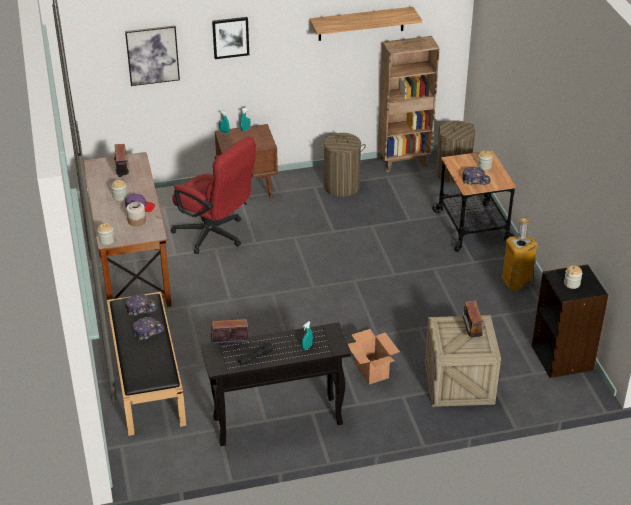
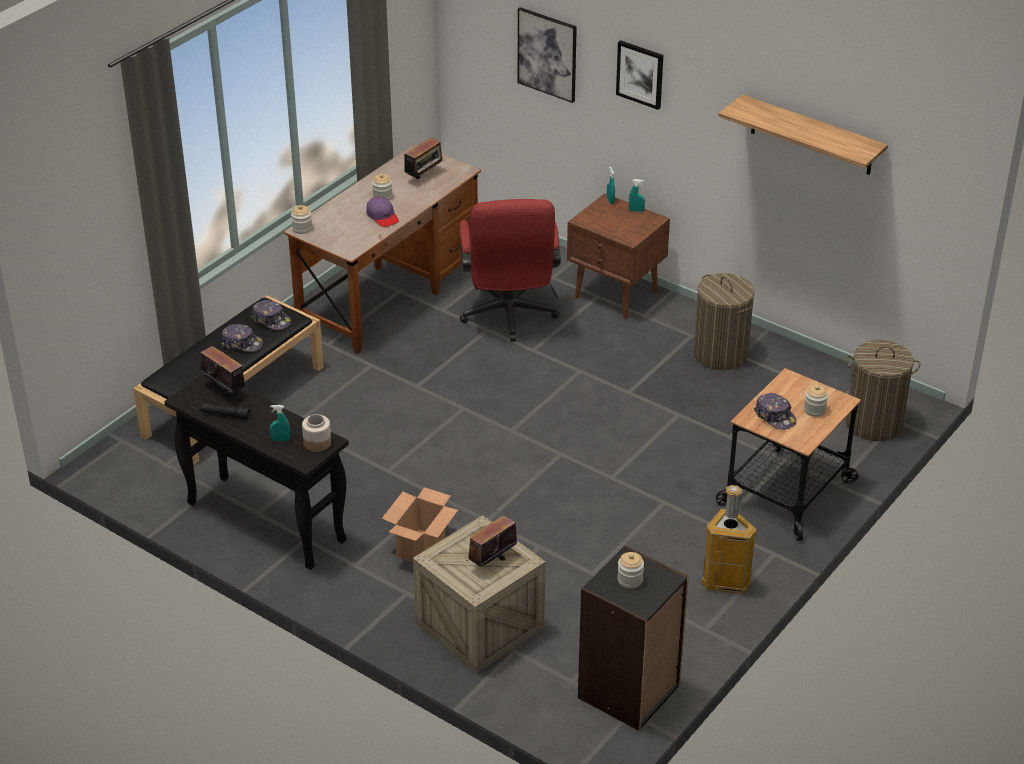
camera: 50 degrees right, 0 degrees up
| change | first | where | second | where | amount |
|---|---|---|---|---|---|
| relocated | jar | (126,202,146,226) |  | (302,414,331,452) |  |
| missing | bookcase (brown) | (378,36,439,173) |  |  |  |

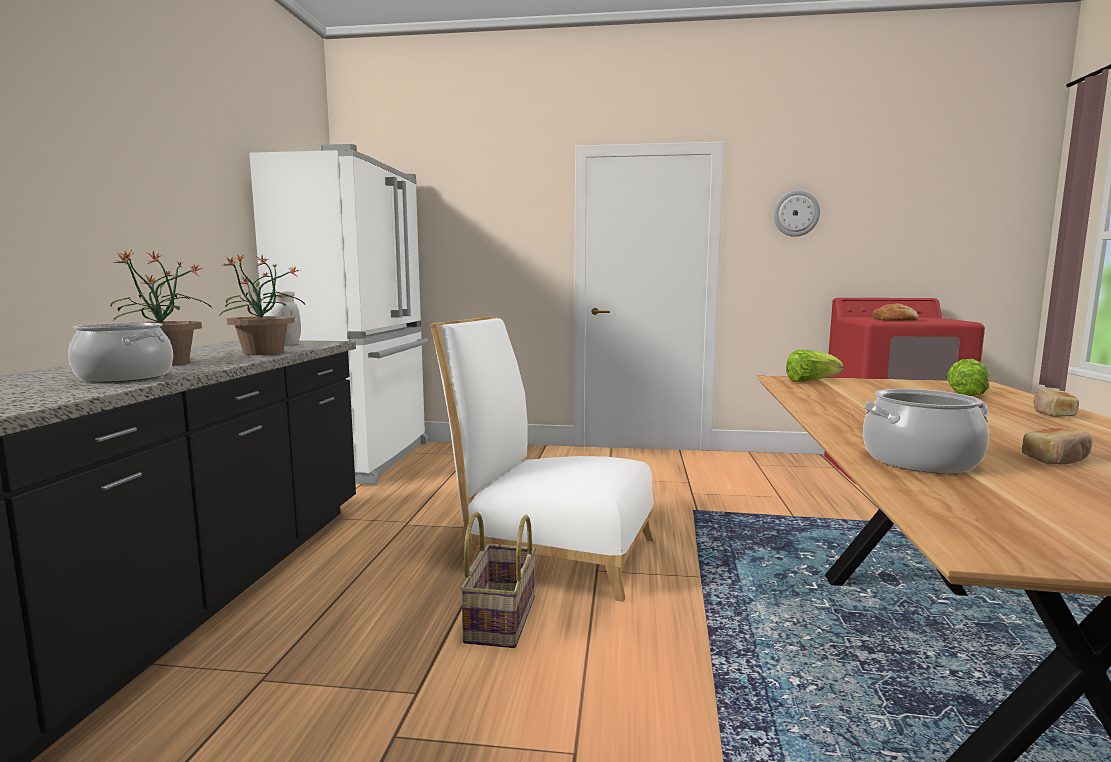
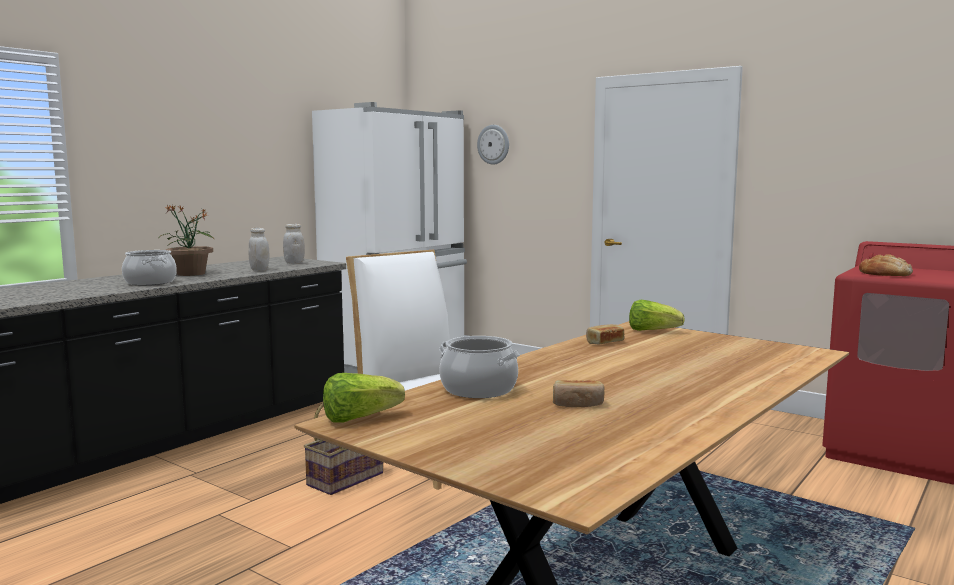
camera: 30 degrees right, 0 degrees up
| change | first | where | second | where | amount |
|---|---|---|---|---|---|
| exchanged | potted plant | (219,254,305,355) | jar (white) | (249,228,269,271) |  |
| relocated | lettuce | (946,359,989,396) |  | (323,373,405,422) |  |
| relocated | wall clock | (773,190,820,237) |  | (477,125,509,165) |  |
| relocated | bread | (1033,389,1079,417) |  | (586,324,624,344) |  |

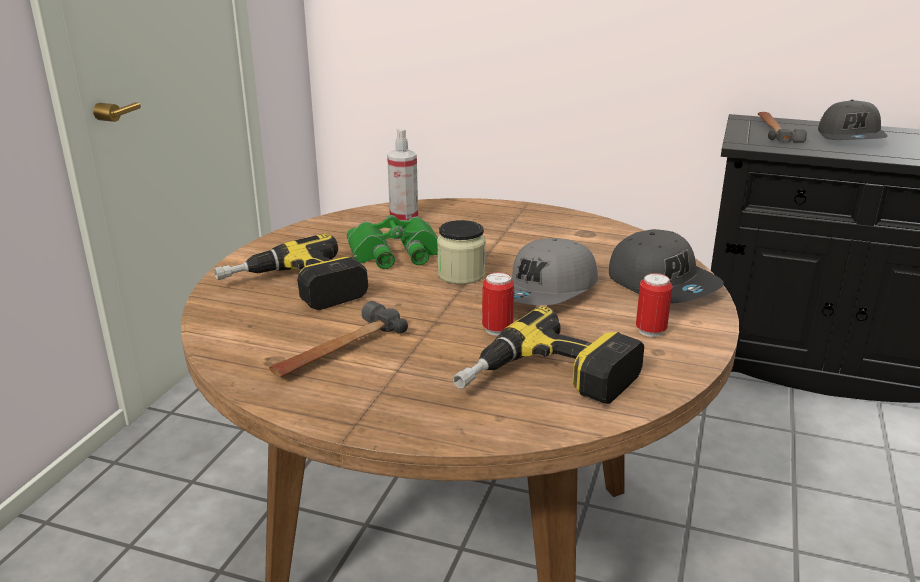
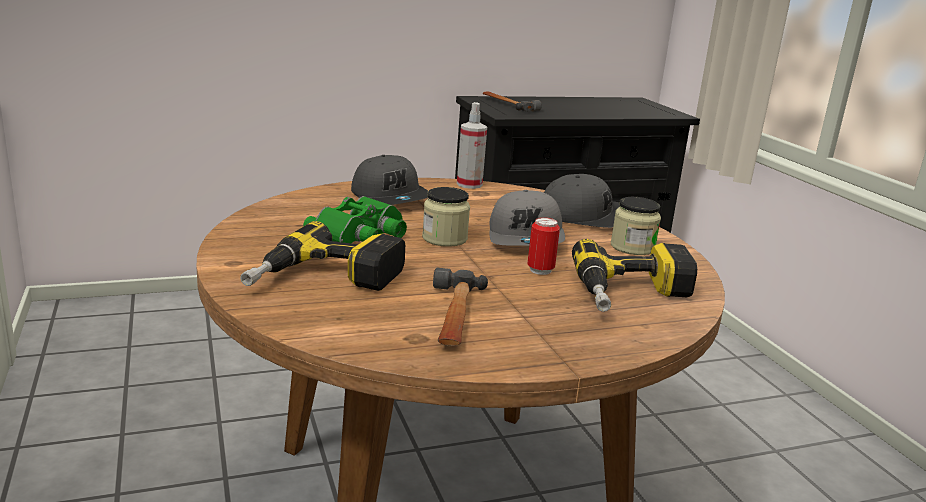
camera: 40 degrees left, 5 degrees down
| change | first | where | second | where | amount |
|---|---|---|---|---|---|
| relocated | cap (grey) | (818,100,888,140) |  | (351,155,428,205) |  |
| relocated | spray bottle | (387,128,418,221) |  | (457,102,487,189) |  |
| exchanged | can | (636,273,673,337) | jar | (611,197,661,255) |  |

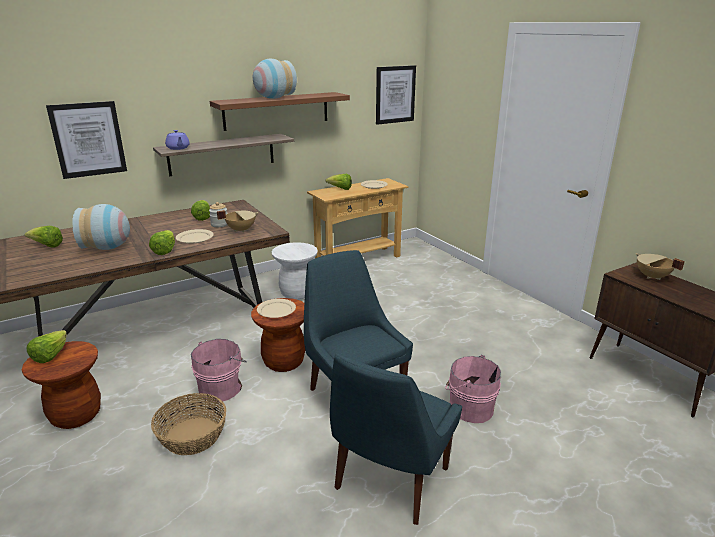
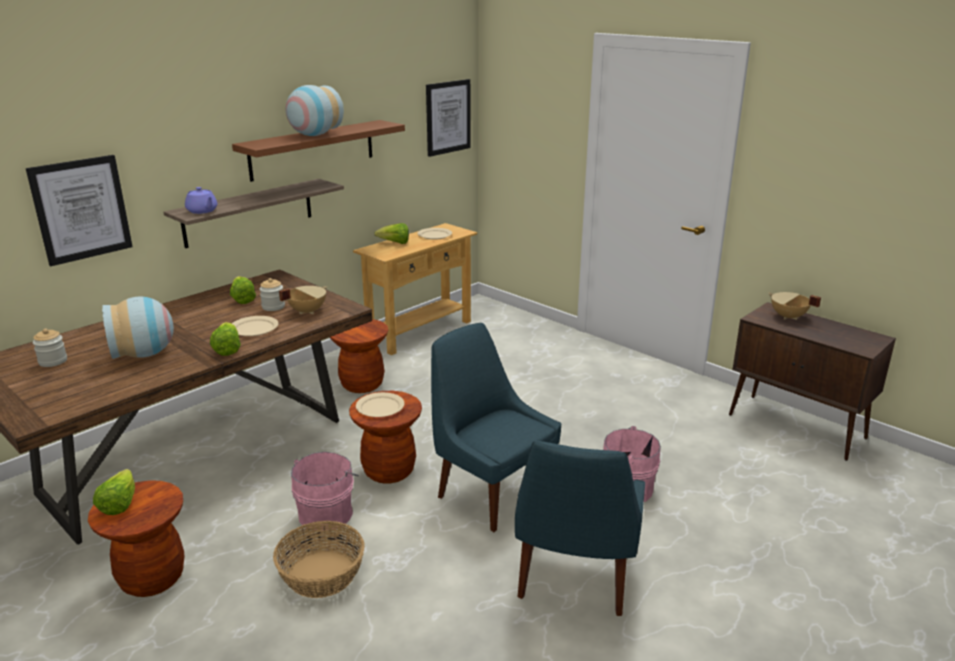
camera: 15 degrees left, 0 degrees up
| change | first | where | second | where | amount |
|---|---|---|---|---|---|
| exchanged | lettuce | (25,226,63,247) | jar | (33,329,67,367) |  |
| colour | stool (white) | (271,242,318,300) | stool (brown) | (330,319,388,393) |  |

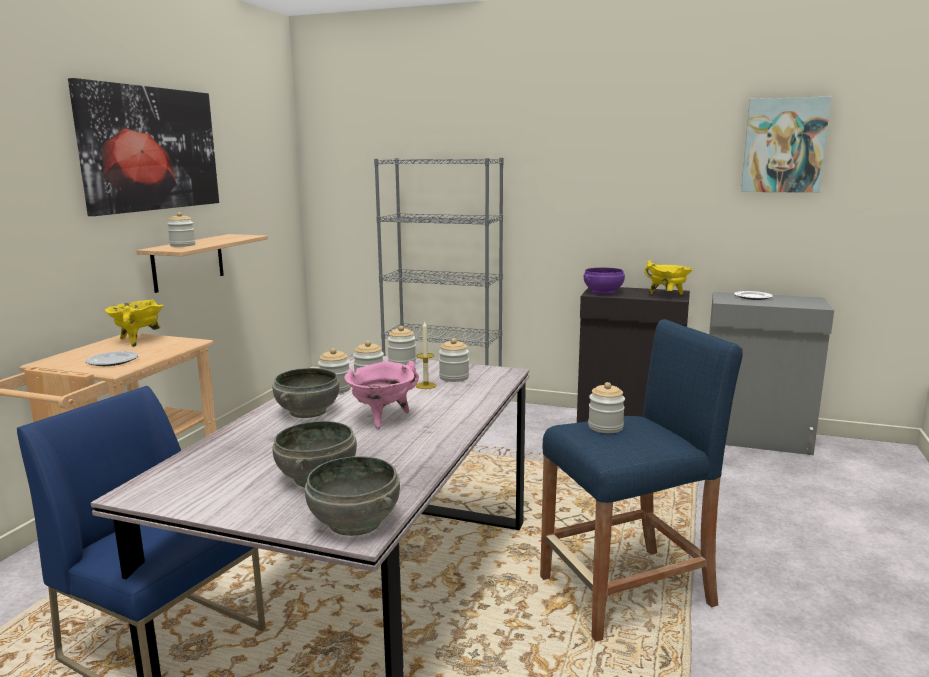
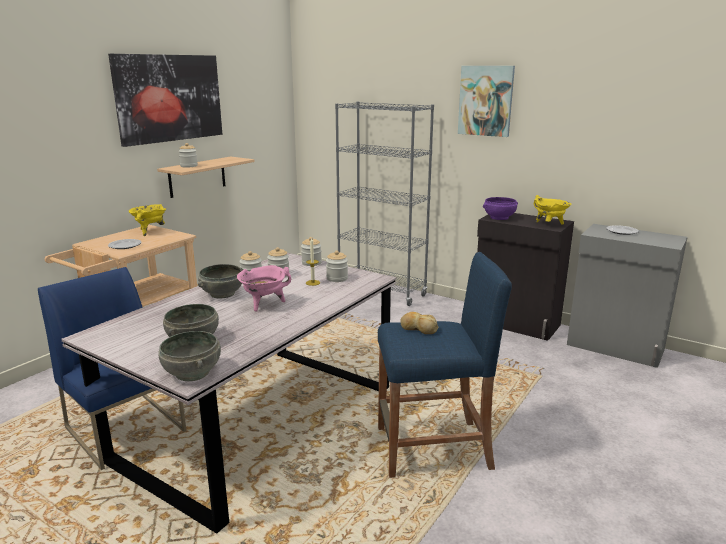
camera: 15 degrees right, 5 degrees up
| change | first | where | second | where | amount |
|---|---|---|---|---|---|
| exchanged | jar | (588,382,625,433) | bread | (400,312,438,334) |  |
| relocated | picture | (741,97,831,193) |  | (458,66,515,137) |  |

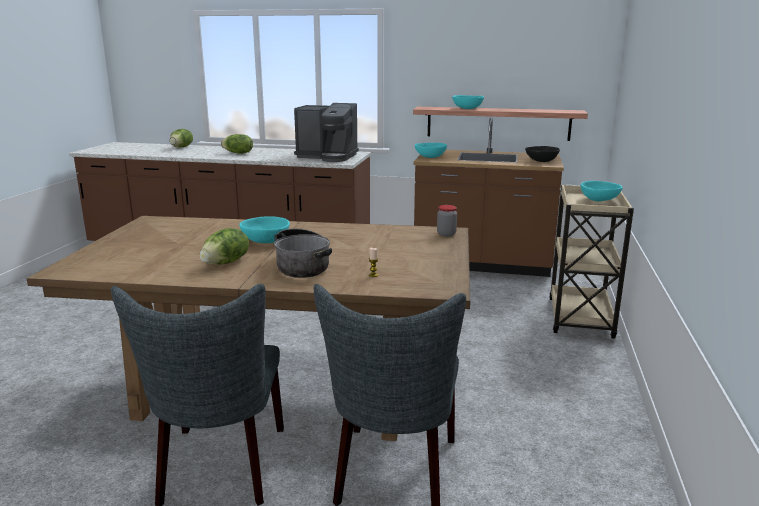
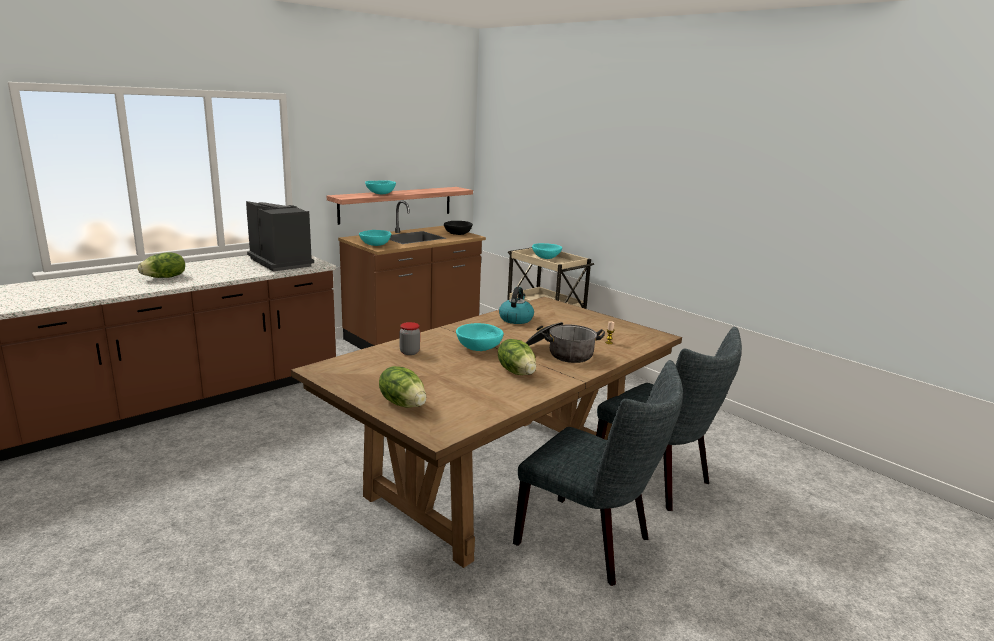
camera: 55 degrees left, 0 degrees up
| change | first | where | second | where | amount |
|---|---|---|---|---|---|
| spun | coffee machine | (294,103,359,162) |  | (246,201,314,271) | 90 degrees counterclockwise |
| relocated | lettuce | (170,129,193,148) |  | (379,366,426,408) |  |
| relocated | jar | (437,205,457,236) |  | (400,322,420,355) |  |
| appeared |  |  | kettle | (499,287,534,324) |  |

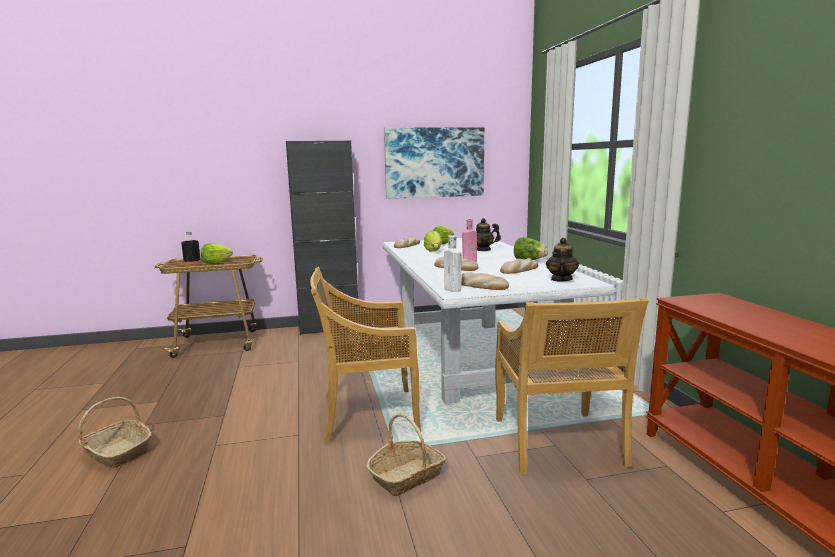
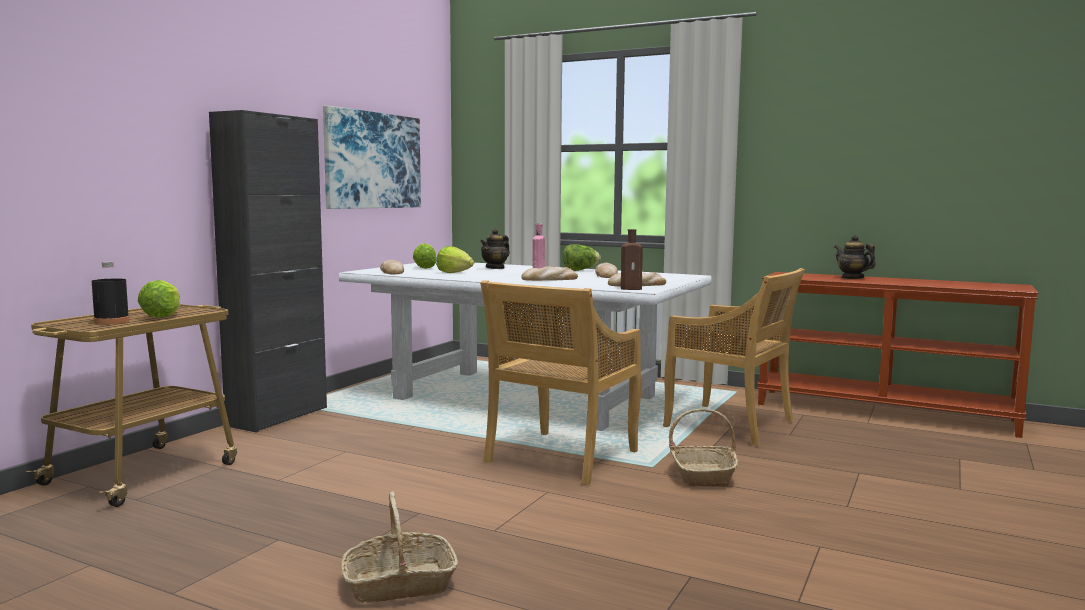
camera: 50 degrees left, 5 degrees down
| change | first | where | second | where | amount |
|---|---|---|---|---|---|
| colour | bottle (white) | (444,235,461,292) | bottle (brown) | (621,229,643,290) |  |
| relocated | teapot | (546,238,579,281) |  | (834,235,876,279) |  |

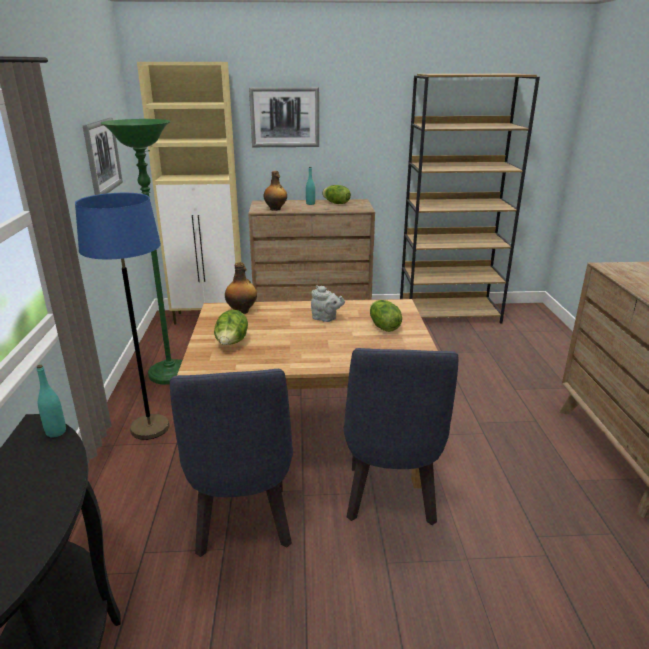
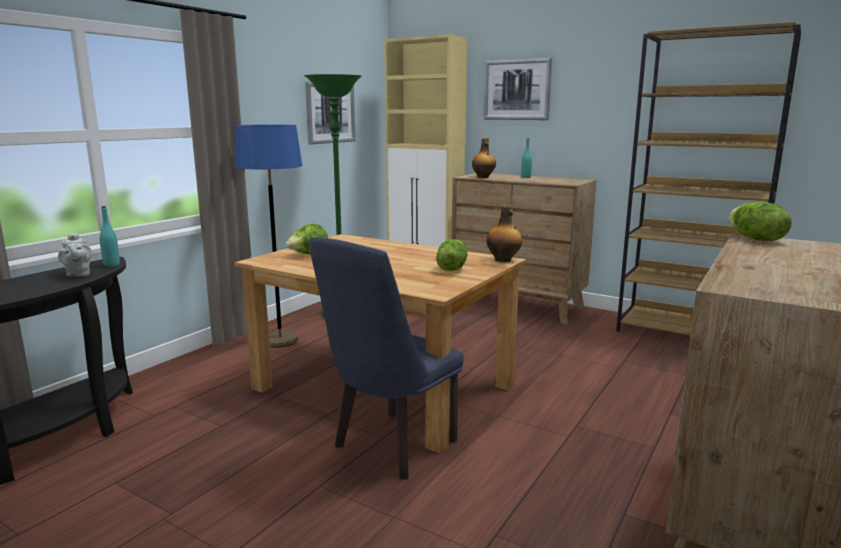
camera: 35 degrees right, 10 degrees down
| change | first | where | second | where | amount |
|---|---|---|---|---|---|
| relocated | teapot (grey) | (311,285,345,322) |  | (58,232,92,277) |  |
| relocated | bottle | (225,262,257,314) |  | (486,205,522,262) |  |
| relocated | lettuce | (322,185,351,204) |  | (729,202,792,241) |  |
| missing | chair (blue) | (170,369,293,557) |  |  |  |

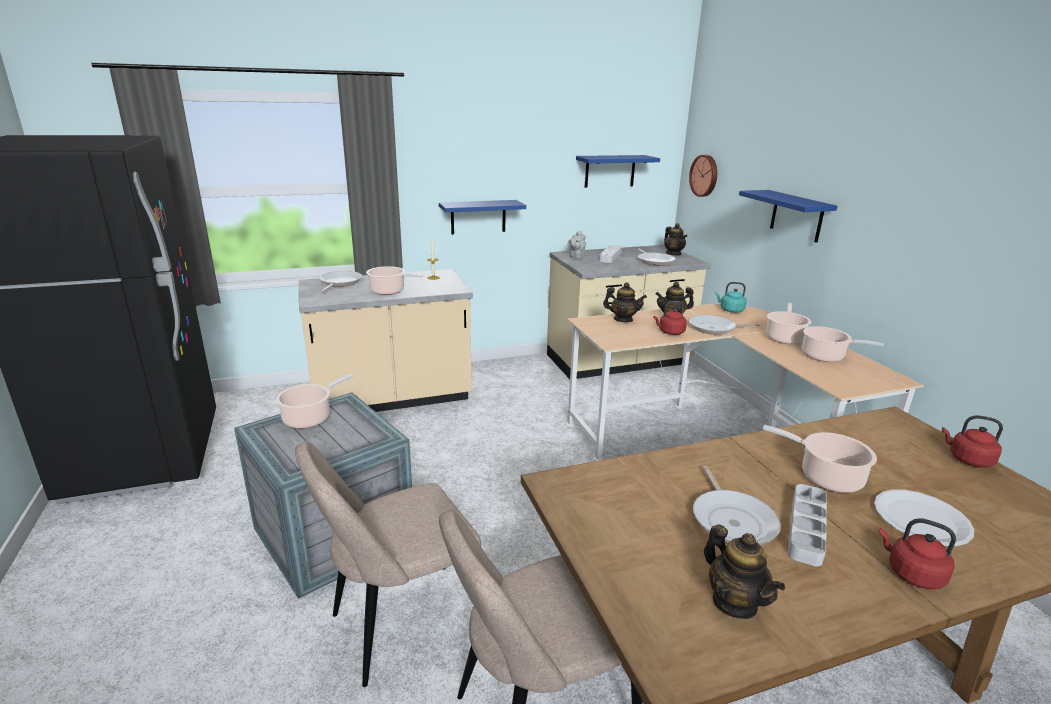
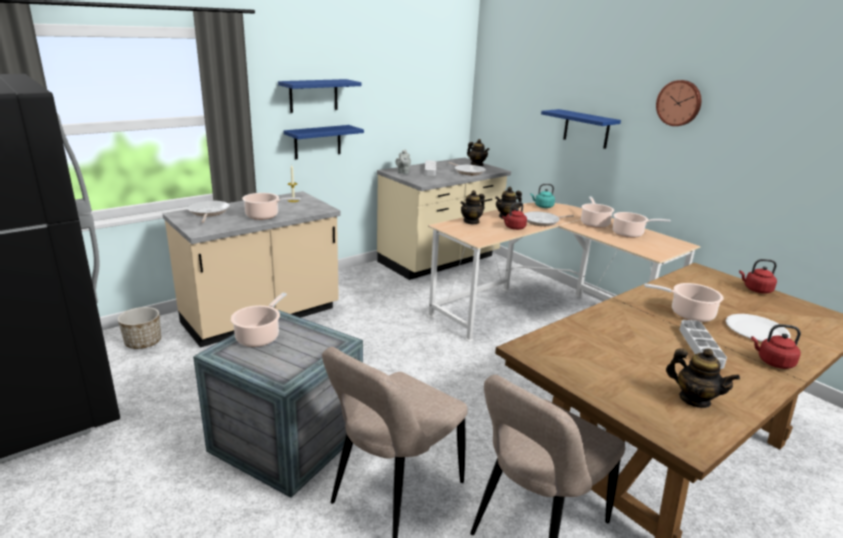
camera: 20 degrees left, 0 degrees up
| change | first | where | second | where | amount |
|---|---|---|---|---|---|
| appeared |  |  | planter | (118,307,161,349) |  |
| relocated | shelf (blue) | (576,155,660,188) |  | (278,79,362,113) |  |
| spun | teapot | (603,282,647,322) |  | (461,190,485,225) | 135 degrees clockwise |
| relocated | wall clock | (689,155,717,197) |  | (656,80,701,126) |  |
| missing | frying pan | (693,466,781,545) |  |  |  |

